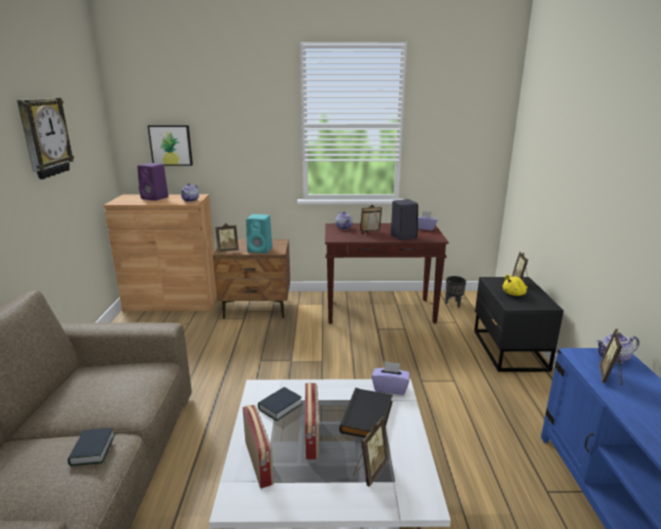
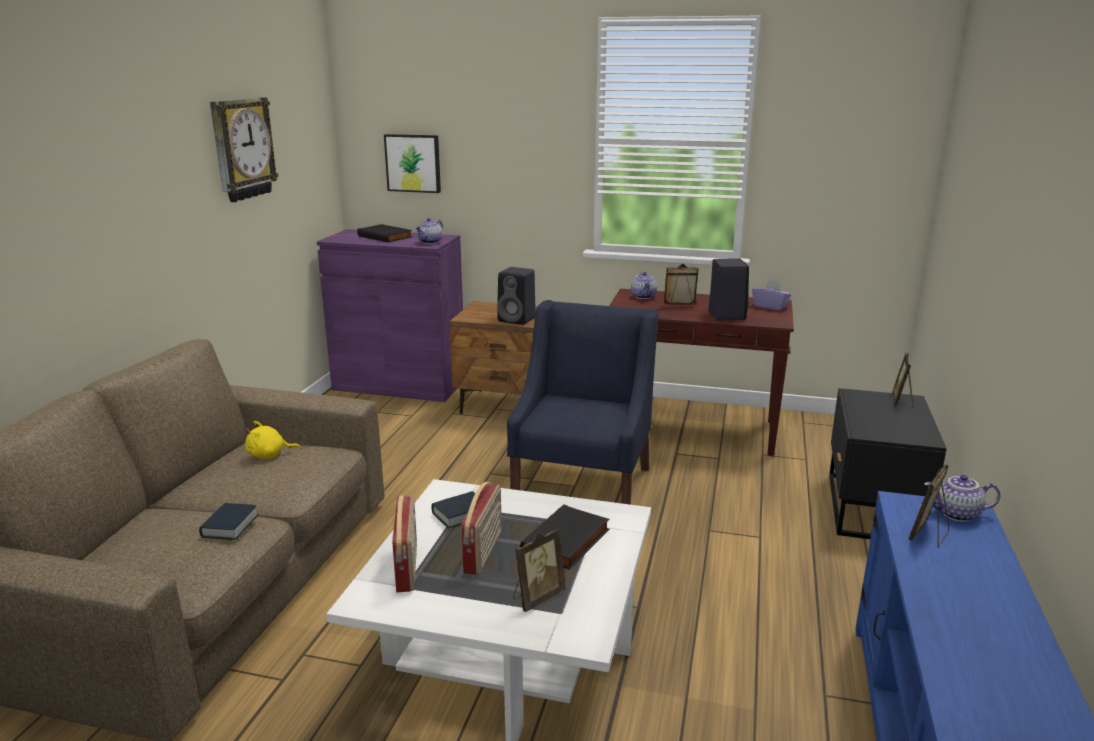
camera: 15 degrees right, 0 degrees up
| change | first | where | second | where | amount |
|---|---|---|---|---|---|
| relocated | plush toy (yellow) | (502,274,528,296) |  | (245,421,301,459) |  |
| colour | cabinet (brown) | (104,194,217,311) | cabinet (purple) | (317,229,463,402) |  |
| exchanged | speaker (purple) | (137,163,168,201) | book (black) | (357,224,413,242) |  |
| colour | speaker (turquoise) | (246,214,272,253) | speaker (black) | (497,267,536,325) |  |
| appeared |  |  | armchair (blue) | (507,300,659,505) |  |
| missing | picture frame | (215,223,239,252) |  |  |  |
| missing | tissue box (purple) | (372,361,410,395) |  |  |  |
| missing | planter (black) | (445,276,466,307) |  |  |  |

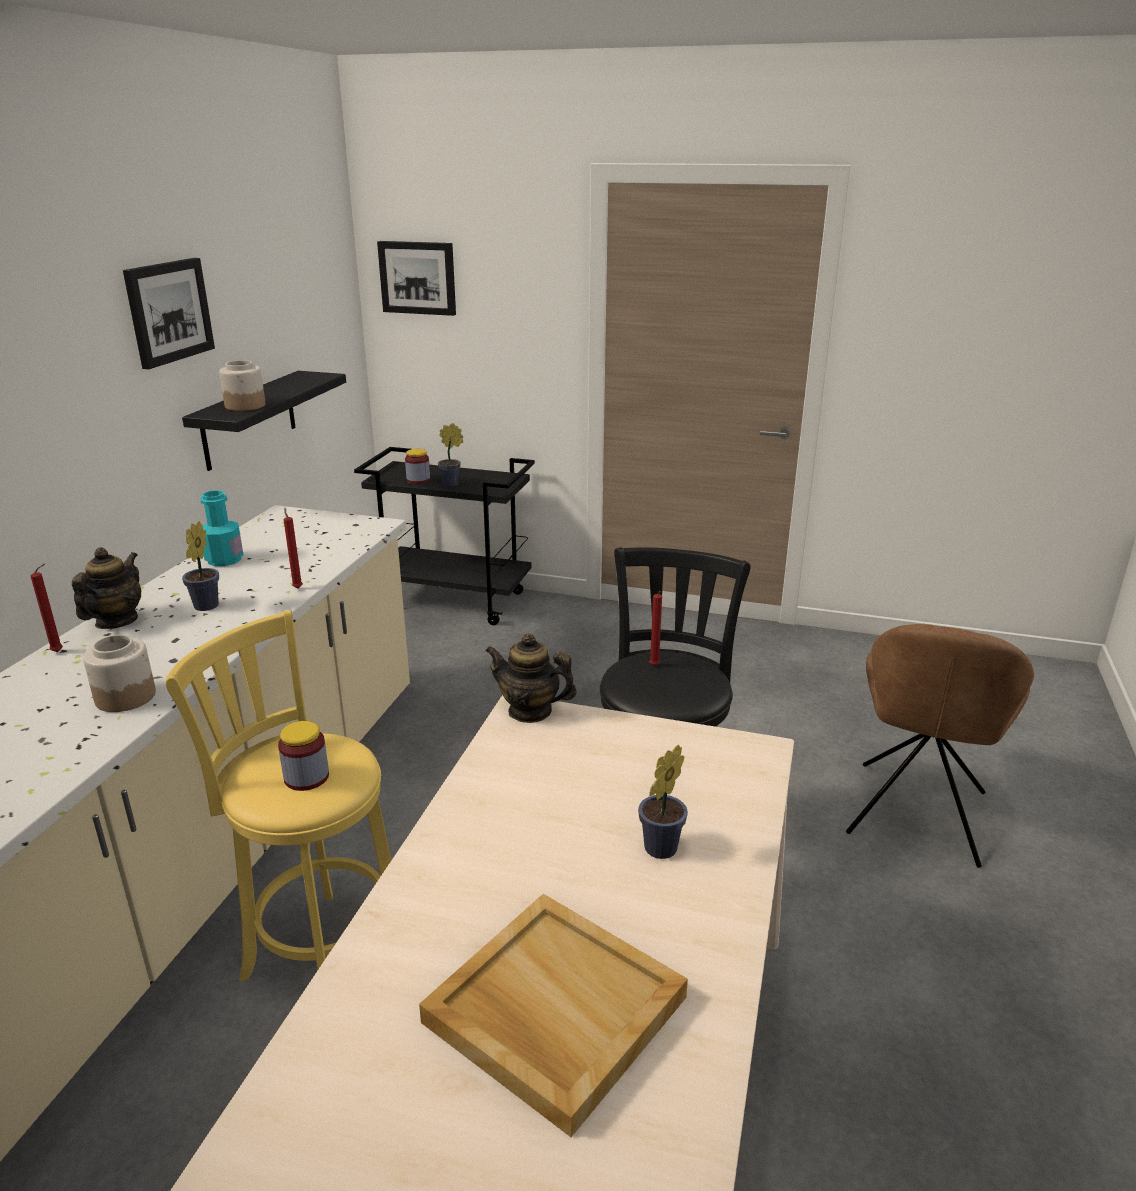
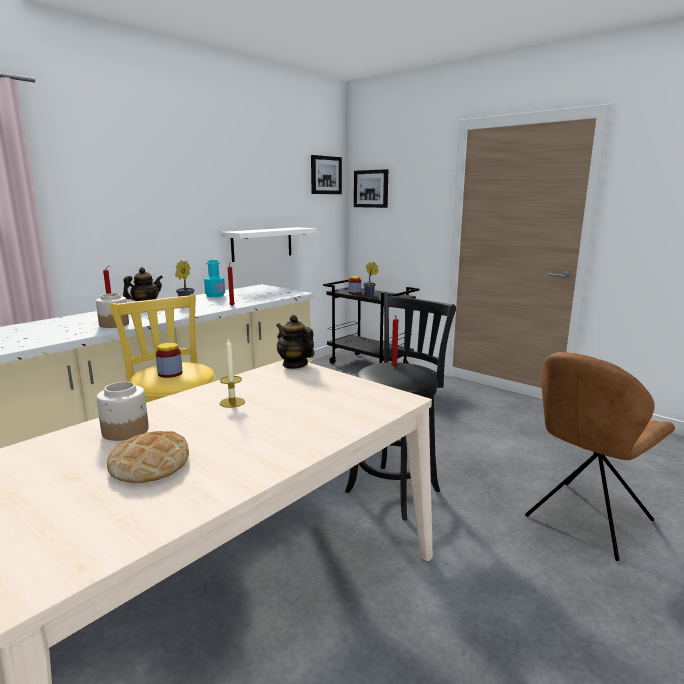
camera: 25 degrees right, 10 degrees down
| change | first | where | second | where | amount |
|---|---|---|---|---|---|
| relocated | jar | (219,360,266,411) |  | (96,382,149,441) |  |
| exchanged | tray (beige) | (419,894,688,1137) | bread | (107,431,189,483) |  |
| appeared |  |  | candle | (220,339,245,408) |  |
| colour | shelf (black) | (182,371,346,471) | shelf (white) | (221,227,317,262) |  |
| relocated | picture | (123,258,215,369) |  | (311,155,342,194) |  |
| missing | potted plant | (638,744,688,859) |  |  |  |

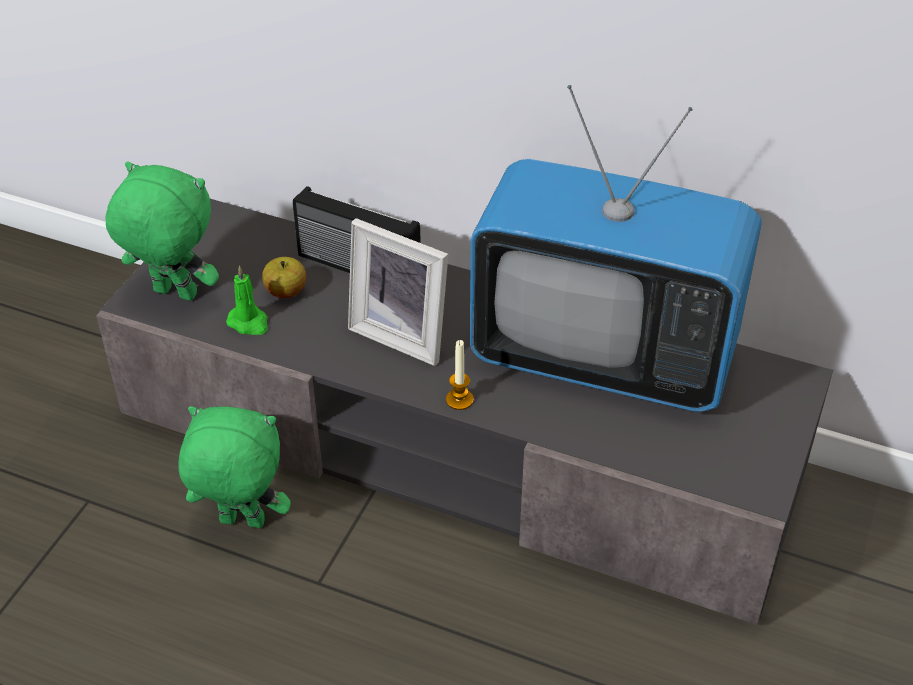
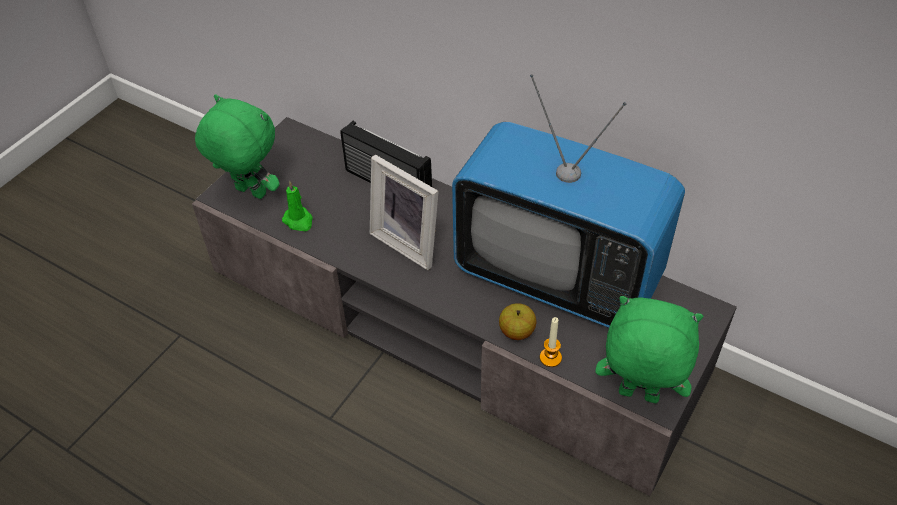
camera: 10 degrees right, 5 degrees up
| change | first | where | second | where | amount |
|---|---|---|---|---|---|
| relocated | apple | (262,257,306,298) |  | (499,303,536,340) |  |
| relocated | candle | (446,340,474,410) |  | (540,317,562,367) |  |
| relocated | plush toy (green) | (178,406,291,528) |  | (595,296,703,403) |  |

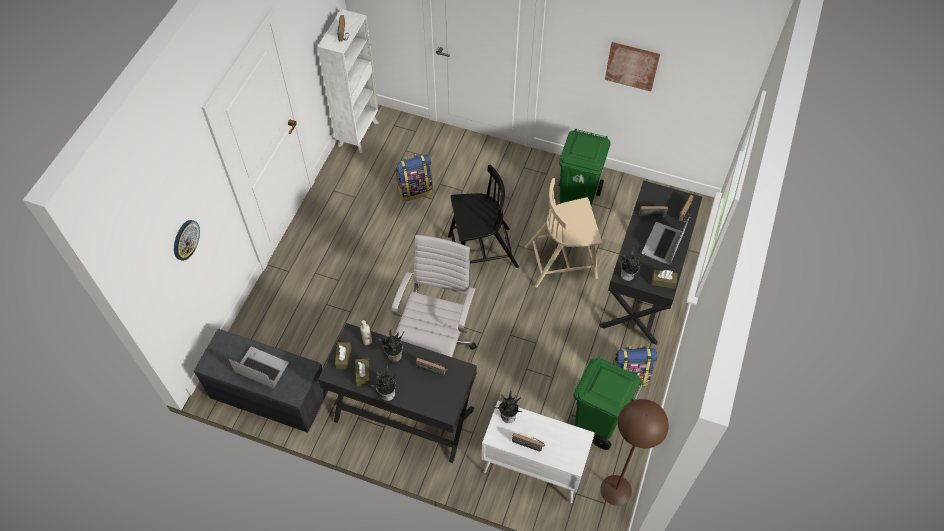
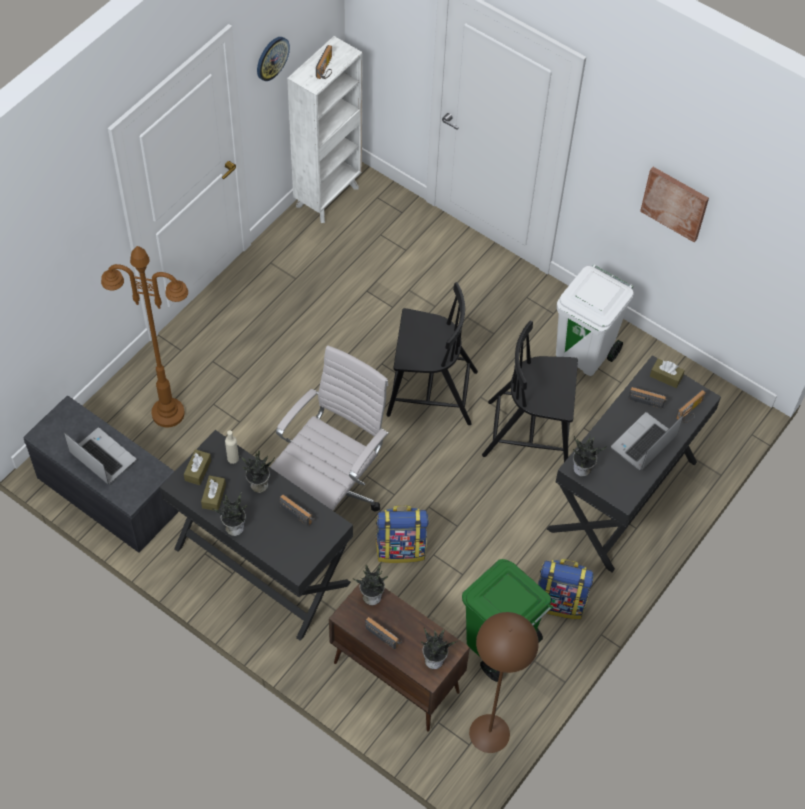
camera: 15 degrees right, 0 degrees up
| change | first | where | second | where | amount |
|---|---|---|---|---|---|
| appeared |  |  | floor lamp (brown) | (101,246,188,428) |  |
| relocated | wall clock | (174,220,200,261) |  | (257,37,290,81) |  |
| colour | cabinet (white) | (482,401,595,503) | cabinet (brown) | (329,584,470,732) |  |
| relocated | backpack | (395,154,433,201) |  | (375,505,428,563) |  |
| appeared |  |  | potted plant | (421,628,459,669) |  |
| colour | chair (beige) | (525,178,602,288) | chair (black) | (482,321,578,462) |  |
| colour | trash can (green) | (559,129,610,206) | trash can (white) | (556,264,634,376) |  |
| relocated | tissue box (brown) | (651,269,678,289) |  | (650,359,685,388) |  |

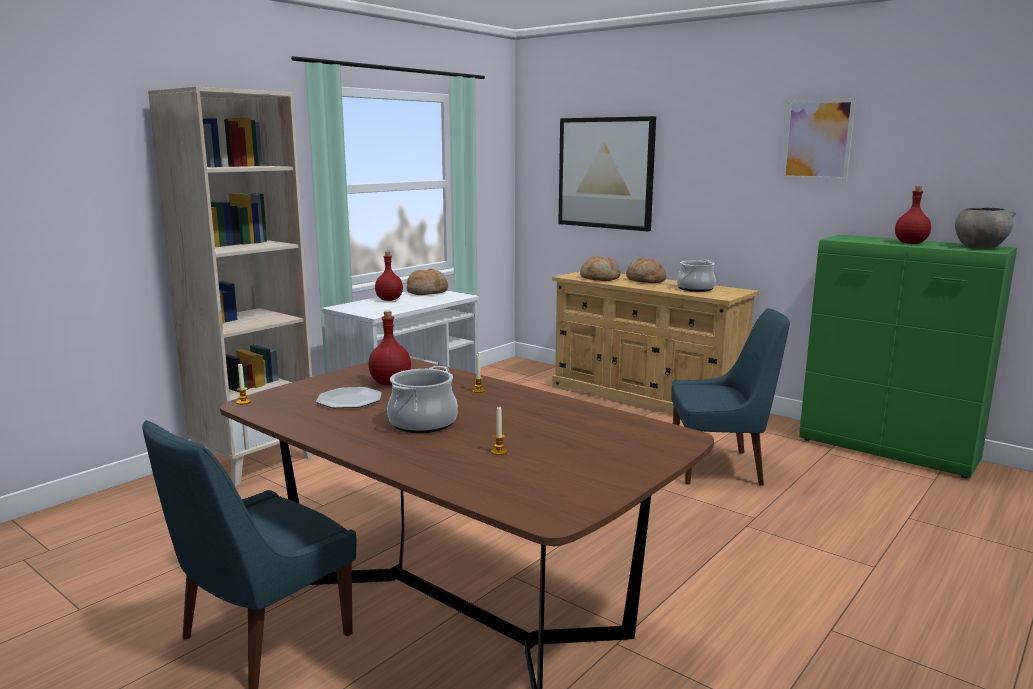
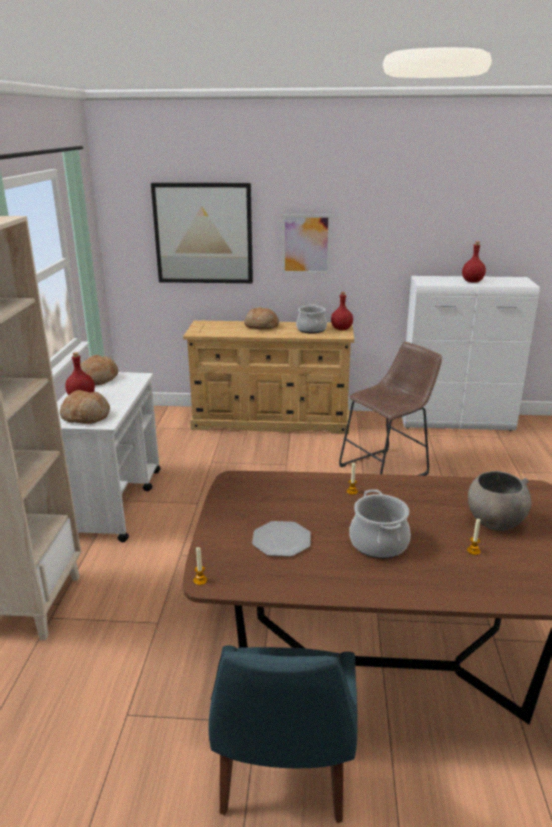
camera: 35 degrees left, 10 degrees up
| change | first | where | second | where | amount |
|---|---|---|---|---|---|
| relocated | bread | (580,256,621,281) |  | (60,390,110,424) |  |
| relocated | picture | (782,98,856,181) |  | (282,215,331,274) |  |
| relocated | bottle (red) | (368,311,411,385) |  | (331,292,353,330) |  |
| exchanged | chair (blue) | (671,308,790,486) | stool (brown) | (339,342,442,476) |  |
| colour | cabinet (green) | (800,235,1017,478) | cabinet (white) | (402,276,540,431) |  |
| relocated | bowl (grey) | (955,207,1016,248) |  | (468,471,531,531) |  |

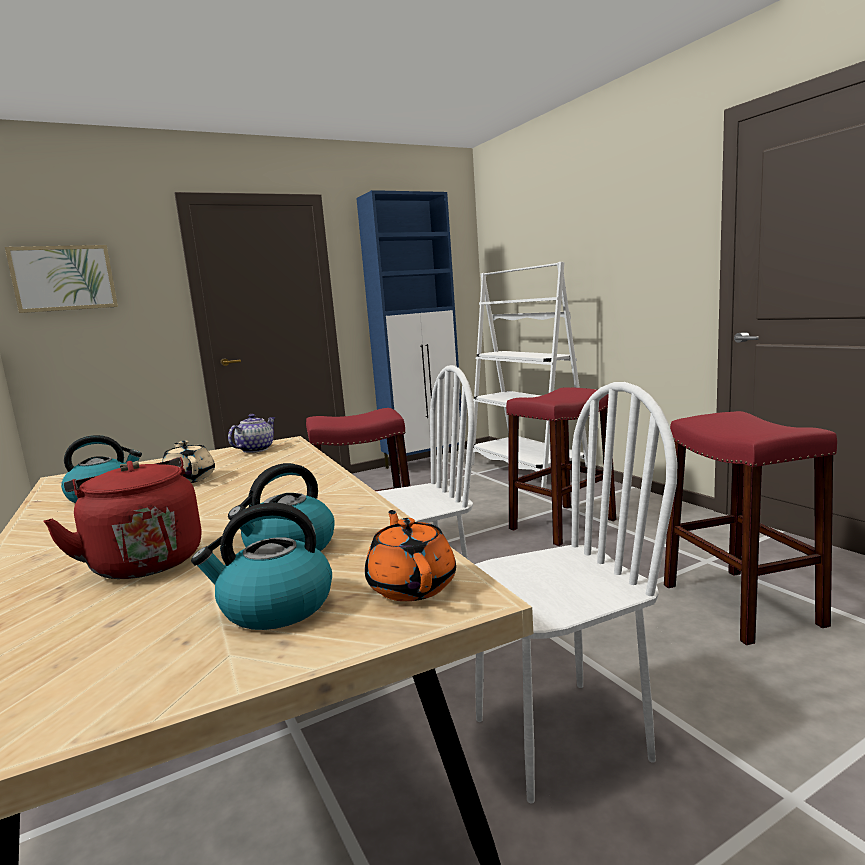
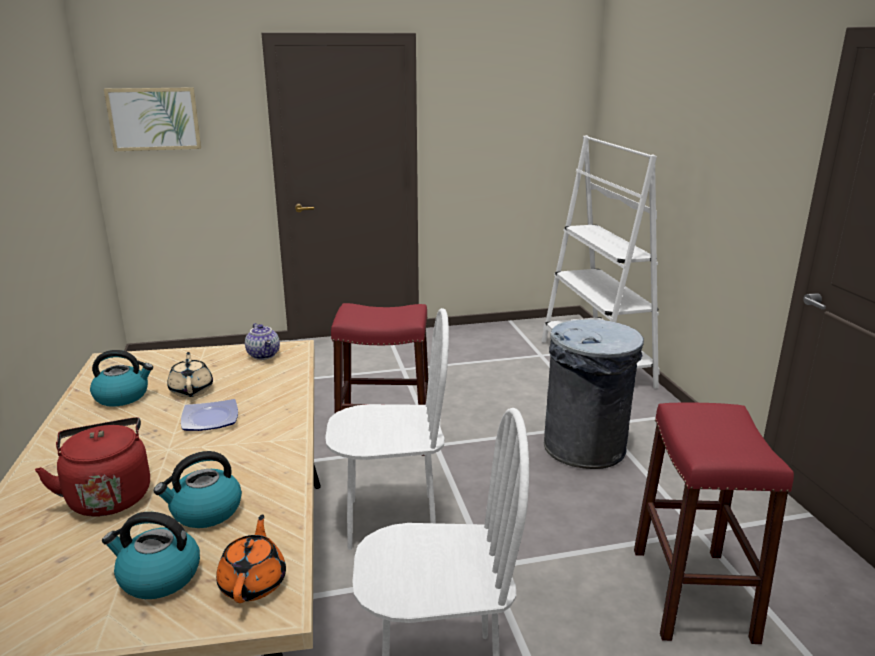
camera: 15 degrees right, 10 degrees up
| change | first | where | second | where | amount |
|---|---|---|---|---|---|
| appeared |  |  | plate | (181,399,238,431) |  |
| spun | teapot | (228,414,276,453) |  | (245,323,280,360) | 105 degrees clockwise |
| exchanged | stool (red) | (506,387,616,546) | trash can (grey) | (544,319,644,469) |  |
| missing | cabinet (blue) | (356,190,461,474) |  |  |  |

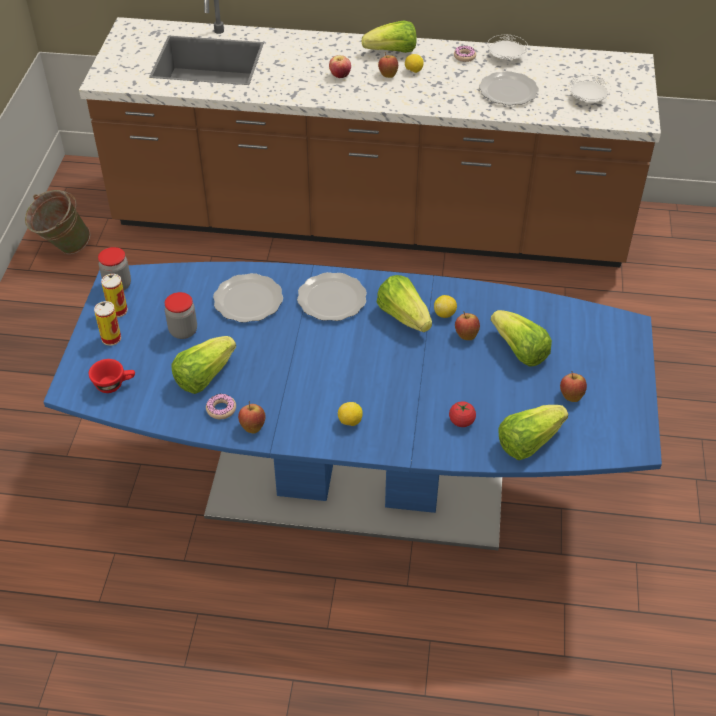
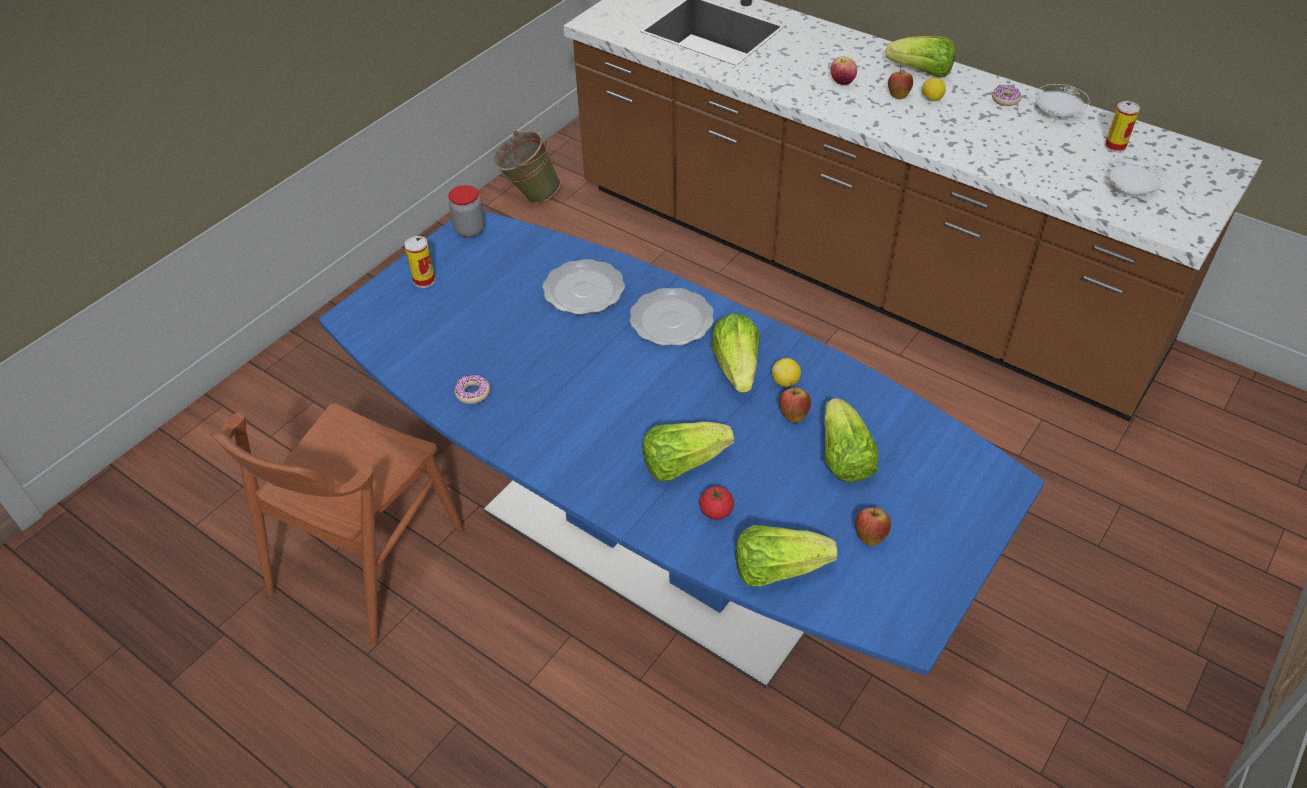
camera: 30 degrees right, 0 degrees up
| change | first | where | second | where | amount |
|---|---|---|---|---|---|
| appeared |  |  | chair (brown) | (210,403,464,646) |  |
| relocated | lettuce | (172,336,236,394) |  | (642,421,734,482) |  |
| relocated | can | (101,274,128,317) |  | (1105,101,1140,152) |  |
| missing | cup (red) | (89,359,135,393) |  |  |  |
| missing | jar | (165,292,197,339) |  |  |  |
| missing | apple | (238,401,266,434) |  |  |  |
| missing | lemon | (338,402,363,426) |  |  |  |
| missing | plate | (479,71,539,105) |  |  |  |

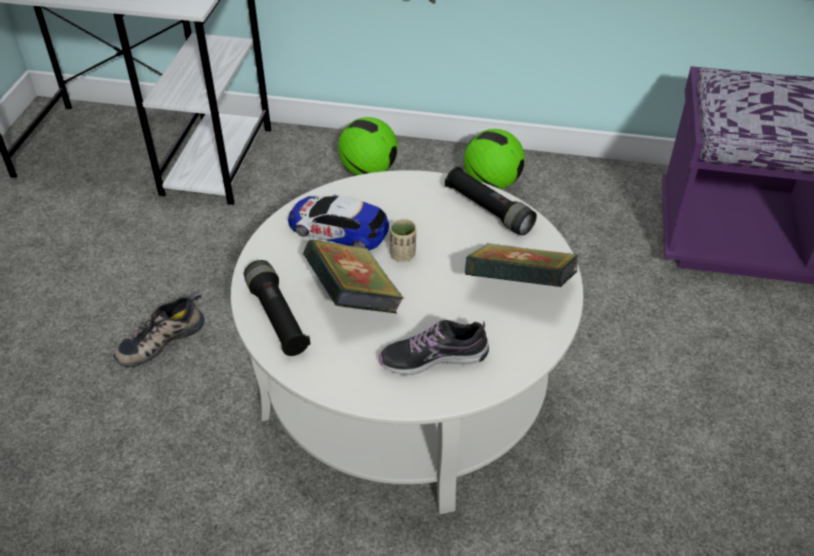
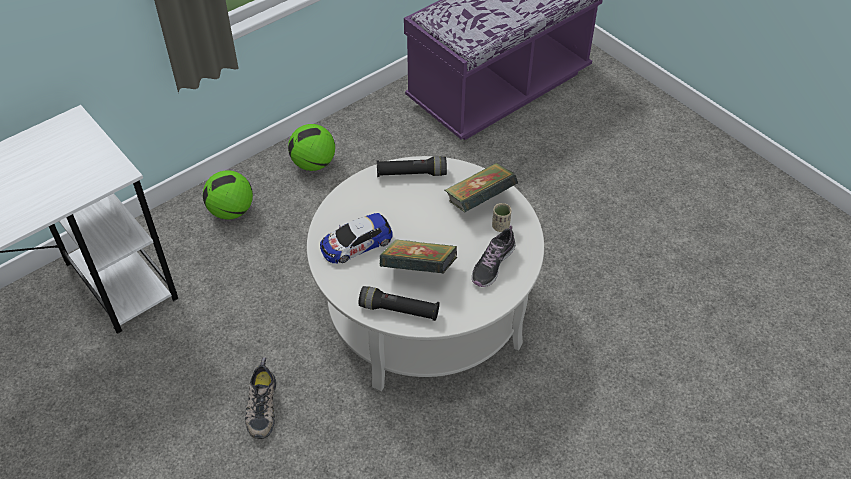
camera: 50 degrees left, 5 degrees up
| change | first | where | second | where | amount |
|---|---|---|---|---|---|
| relocated | cup (beige) | (390,219,416,262) |  | (492,203,511,232) |  |

